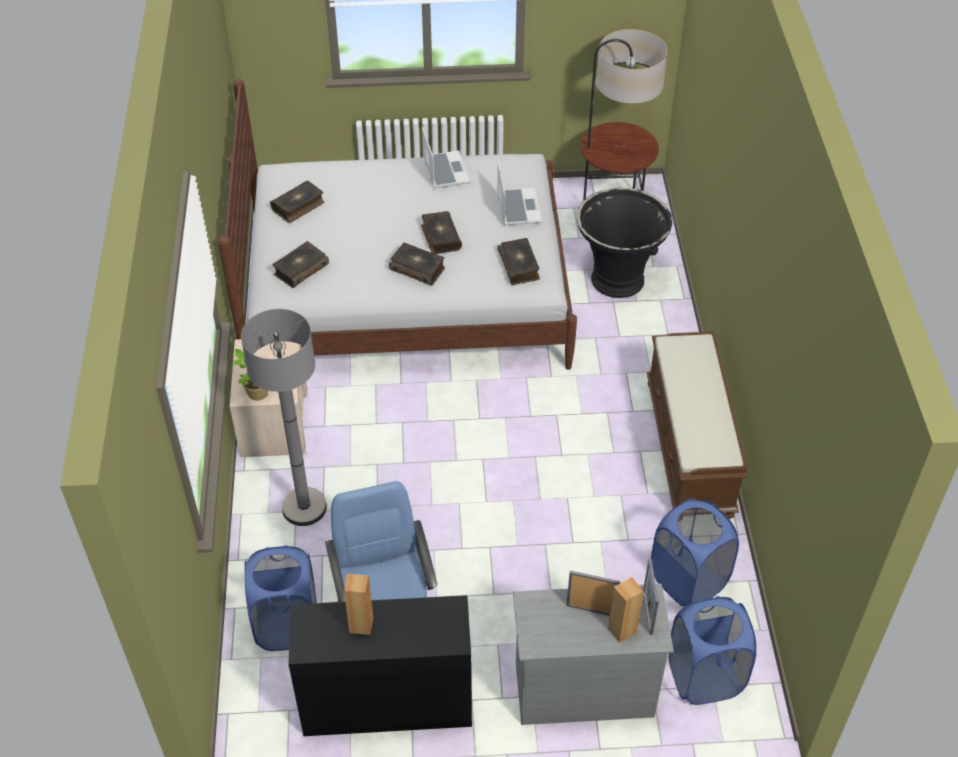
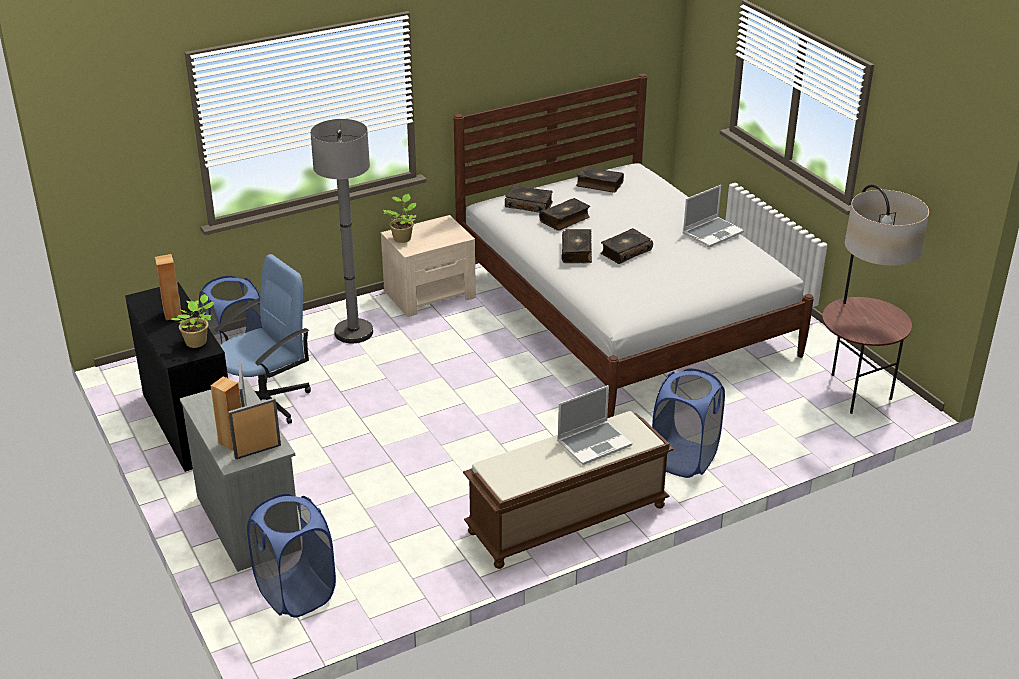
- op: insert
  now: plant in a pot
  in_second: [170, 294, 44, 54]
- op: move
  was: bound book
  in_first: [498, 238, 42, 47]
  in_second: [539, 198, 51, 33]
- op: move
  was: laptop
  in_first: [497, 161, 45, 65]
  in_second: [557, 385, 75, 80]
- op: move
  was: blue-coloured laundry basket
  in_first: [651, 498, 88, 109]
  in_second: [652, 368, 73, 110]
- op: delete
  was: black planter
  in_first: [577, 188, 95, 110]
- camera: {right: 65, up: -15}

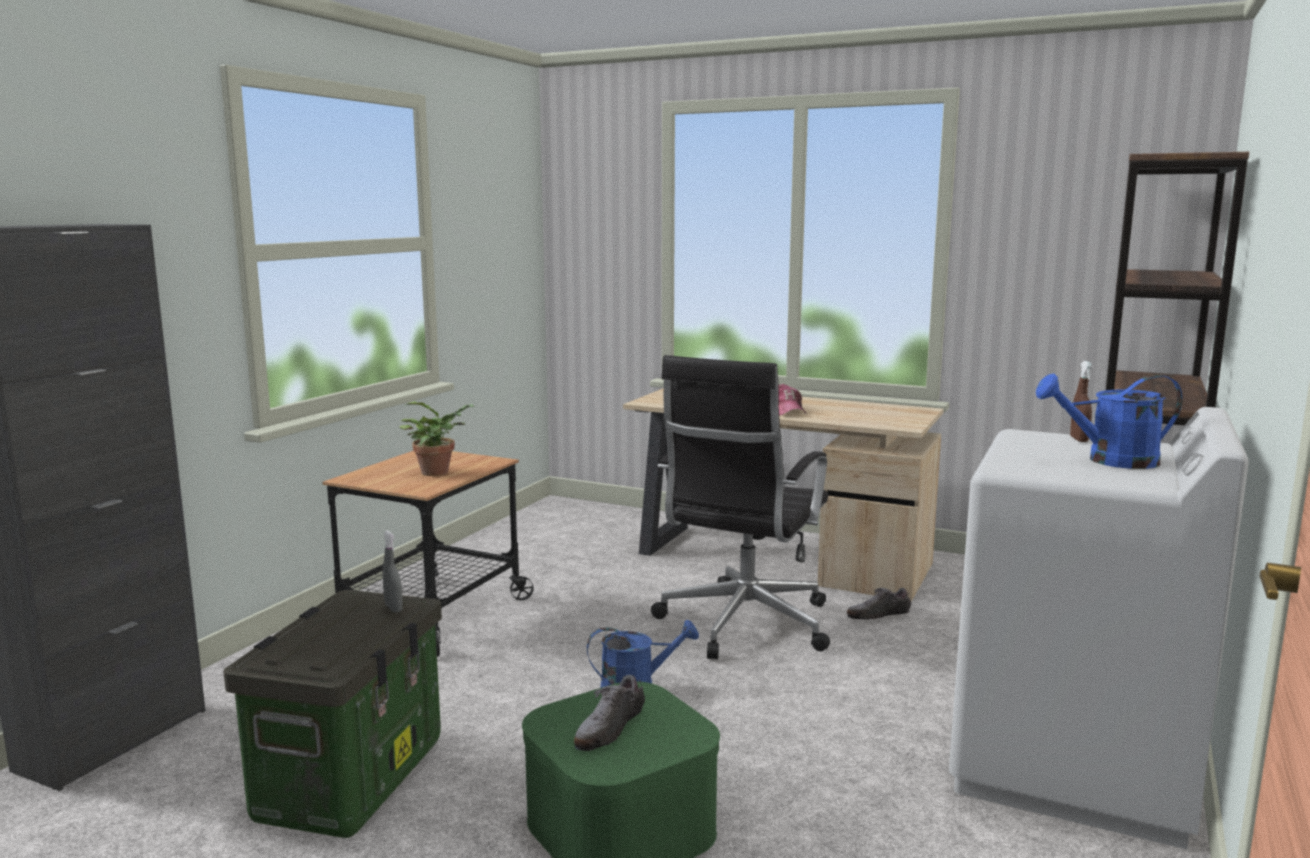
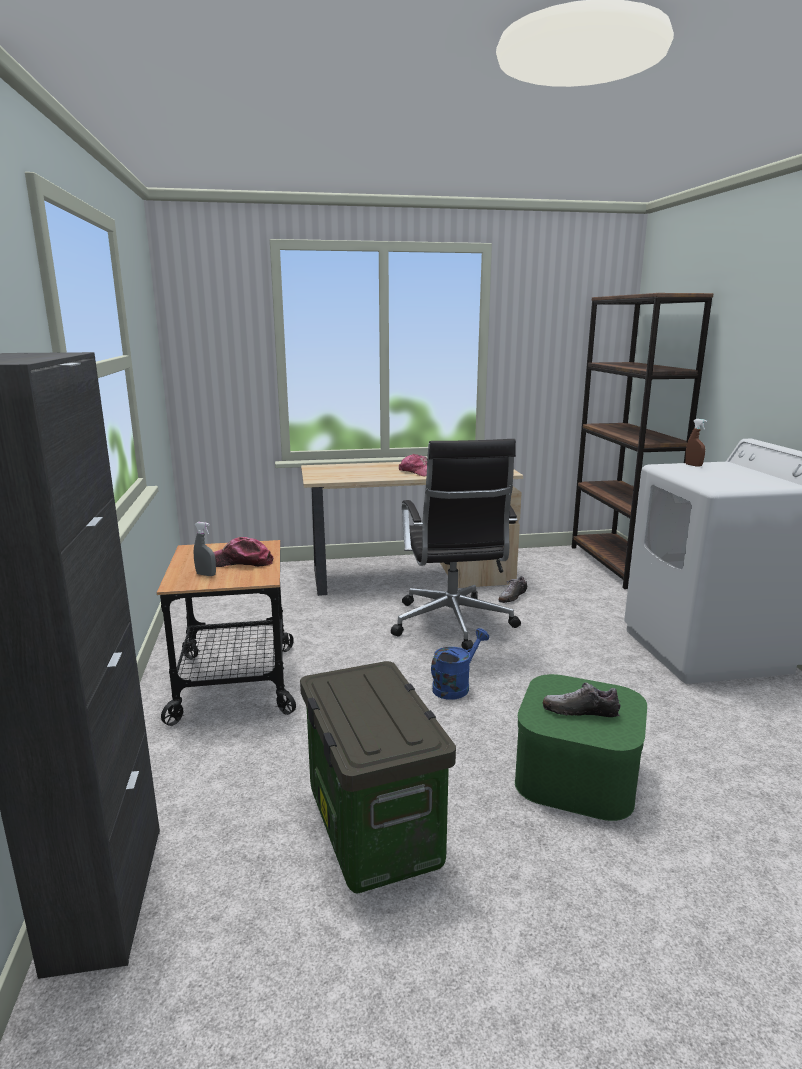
- op: move
  was: grey hand sprayer
  in_first: [383, 530, 20, 82]
  in_second: [194, 522, 22, 54]
- op: replace
  was: plant in a pot
  now: baseball cap
  in_first: [399, 401, 76, 75]
  in_second: [214, 537, 59, 30]
- op: rotate
  was: low shoe
  in_first: [574, 675, 71, 76]
  in_second: [543, 682, 77, 35]
  clockwise: 105
- op: delete
  was: blue-coloured watering pot
  in_first: [1036, 374, 146, 95]
- camera: {right: -35, up: 5}

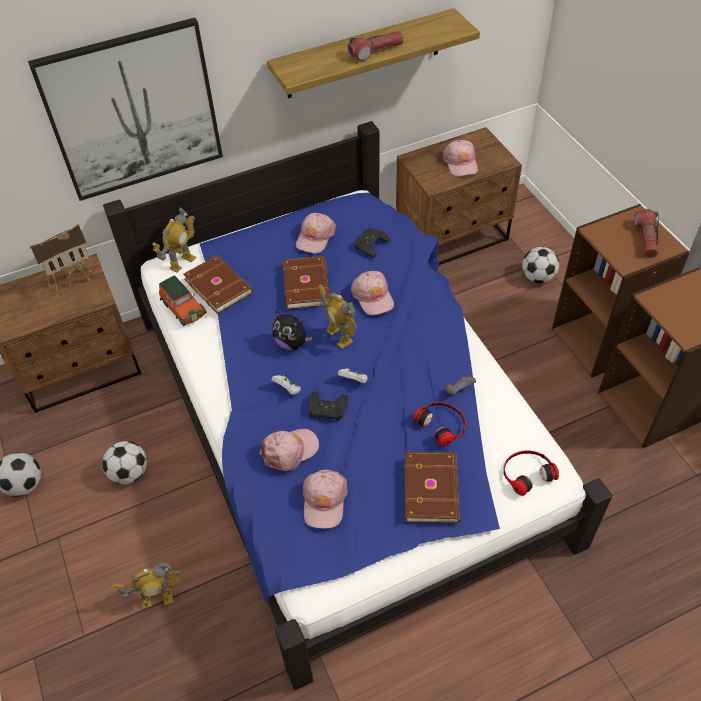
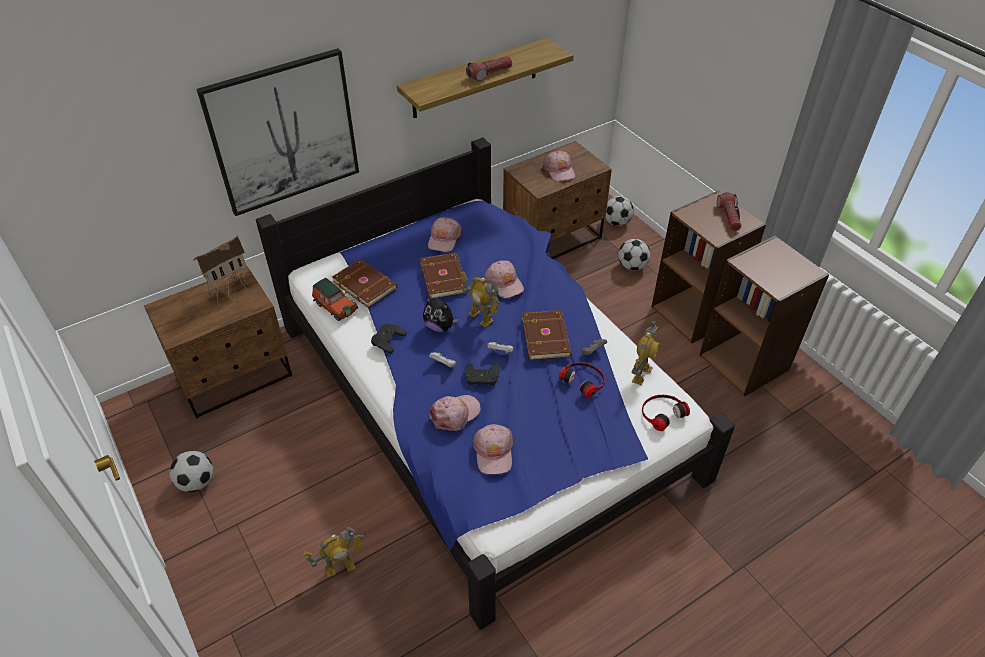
- op: move
  was: black gamepad
  in_first: [354, 228, 36, 30]
  in_second: [371, 323, 36, 31]
- op: move
  was: brown-coloured bound book
  in_first: [404, 452, 56, 71]
  in_second: [522, 310, 50, 50]
- op: move
  was: football
  in_first: [102, 441, 45, 43]
  in_second: [605, 196, 28, 30]
- op: move
  was: model robot
  in_first: [152, 207, 44, 65]
  in_second: [632, 320, 28, 66]
- camera: {right: -10, up: -5}

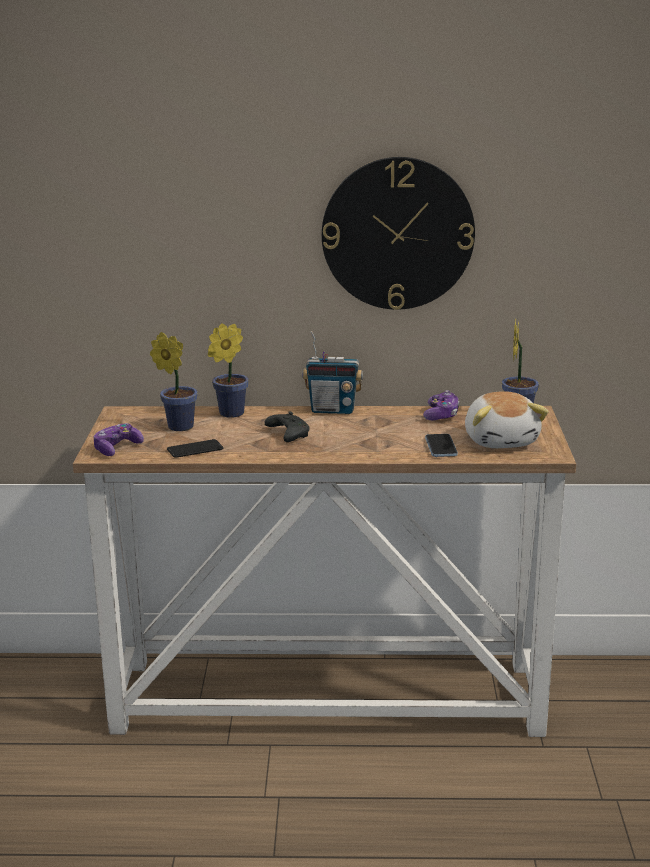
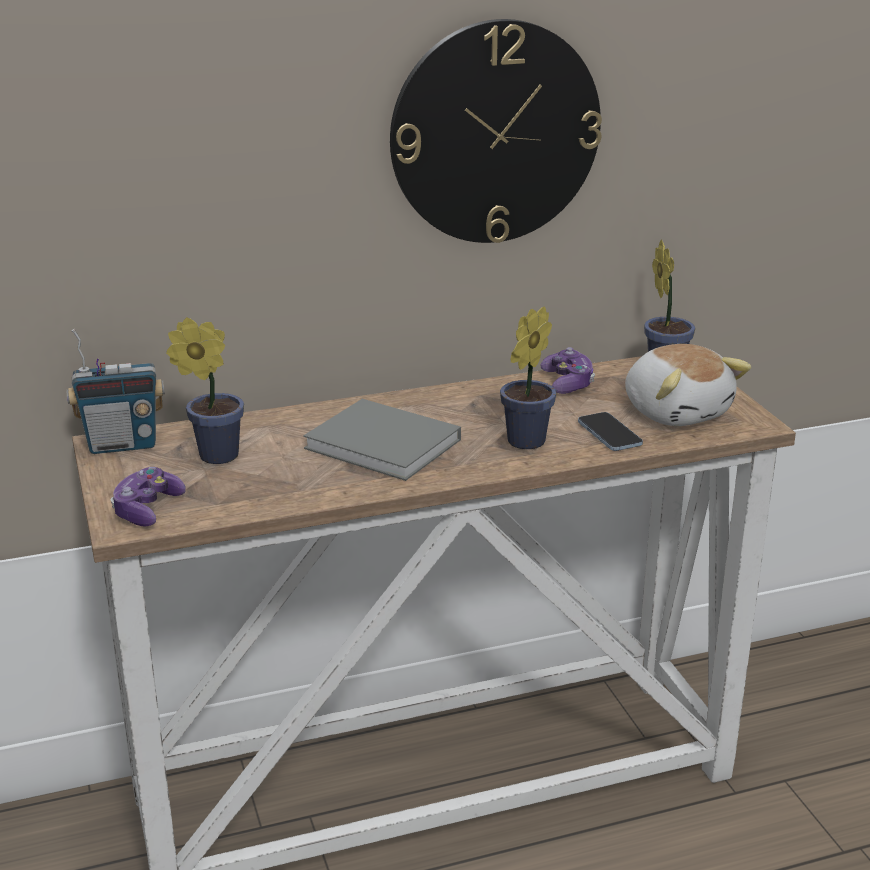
- op: move
  was: radio
  in_first: [302, 331, 61, 83]
  in_second: [66, 329, 99, 125]
- op: replace
  was: black gamepad
  now: grey bound book
  in_first: [264, 411, 46, 31]
  in_second: [303, 399, 158, 82]
- op: move
  was: plant in a pot
  in_first: [208, 323, 41, 95]
  in_second: [500, 306, 56, 143]
- op: delete
  was: phone
  in_first: [167, 439, 56, 19]
- camera: {right: -20, up: 5}

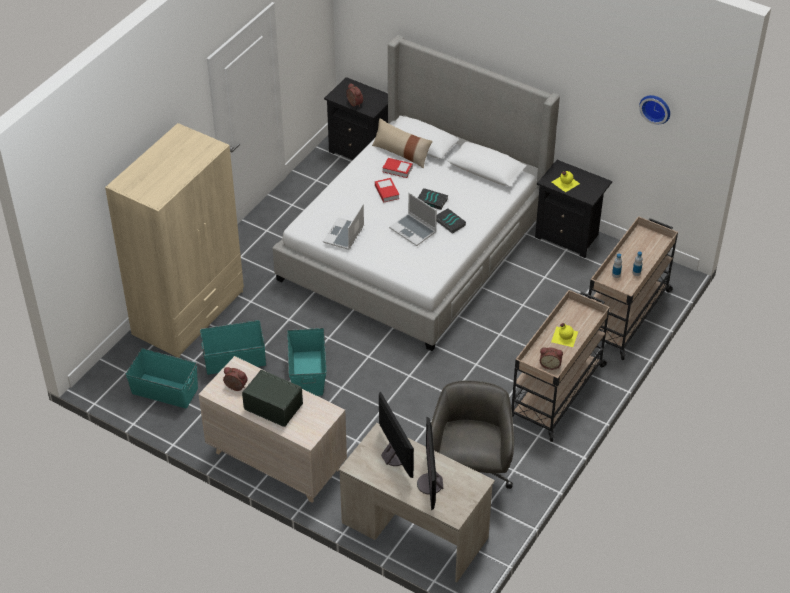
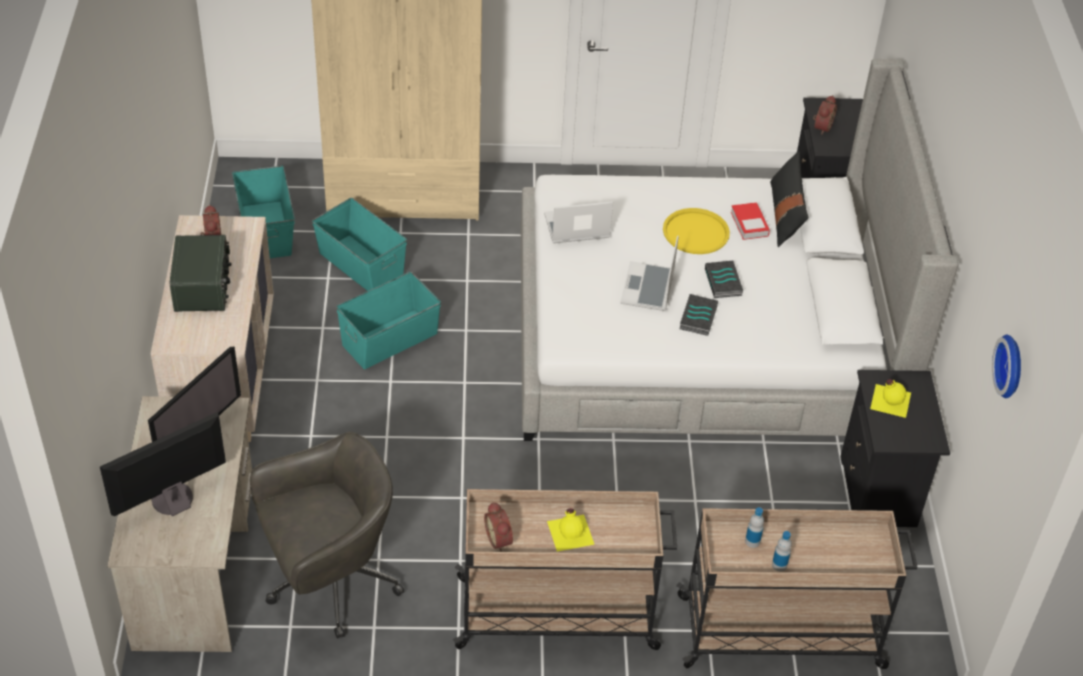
- op: replace
  was: bound book
  now: yellow serving tray
  in_first: [375, 178, 24, 24]
  in_second: [663, 208, 67, 46]
- op: recolor
  was: beige-coloured throw pillow
  now: black throw pillow
  in_first: [372, 118, 61, 50]
  in_second: [770, 151, 38, 97]
- camera: {right: 55, up: 0}

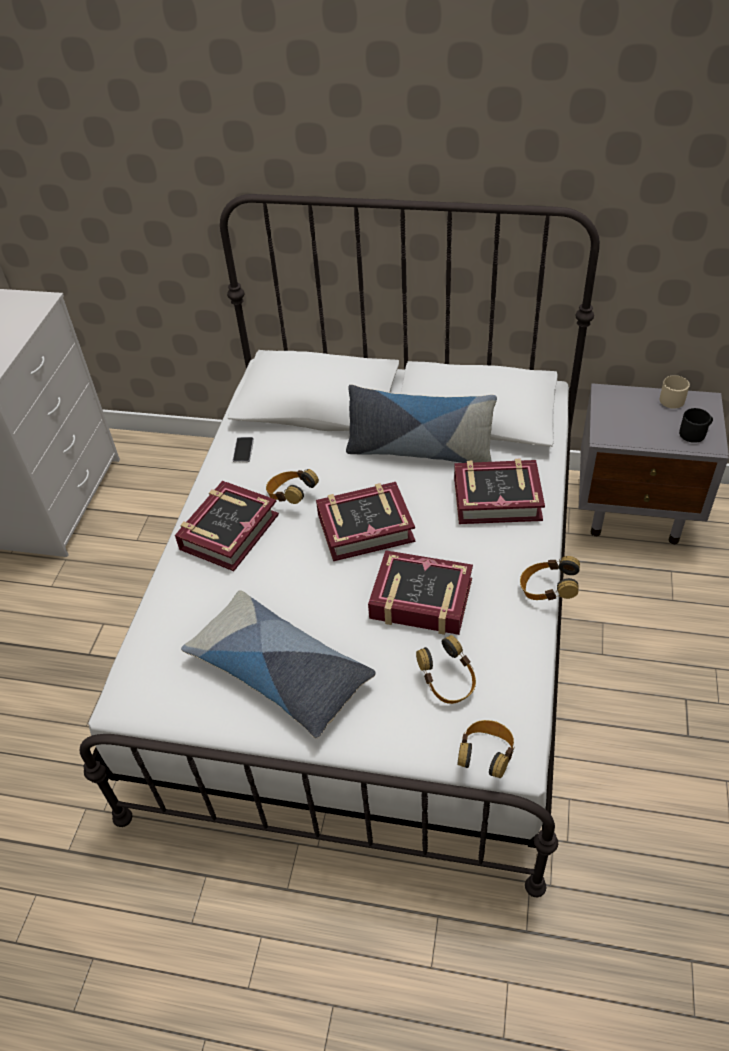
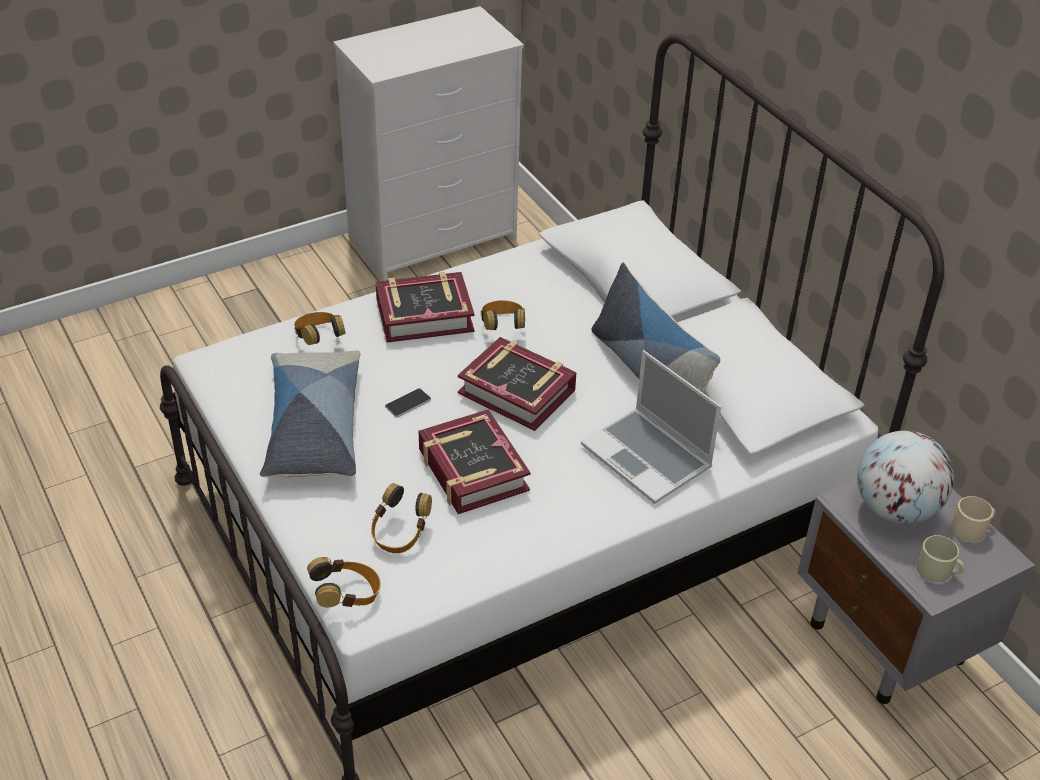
- op: move
  was: pair of headphones
  in_first: [520, 556, 60, 44]
  in_second: [294, 312, 51, 33]
- op: move
  was: phone
  in_first: [233, 437, 21, 25]
  in_second: [385, 388, 46, 29]
- op: replace
  was: bound book
  now: laptop
  in_first: [454, 459, 91, 65]
  in_second: [581, 350, 140, 154]
- op: insert
  now: desk globe
  in_second: [857, 431, 97, 93]
- op: recolor
  was: black tea mug
  now: beige-coloured tea mug
  in_first: [679, 408, 34, 35]
  in_second: [917, 535, 48, 47]
- camera: {right: 45, up: -5}

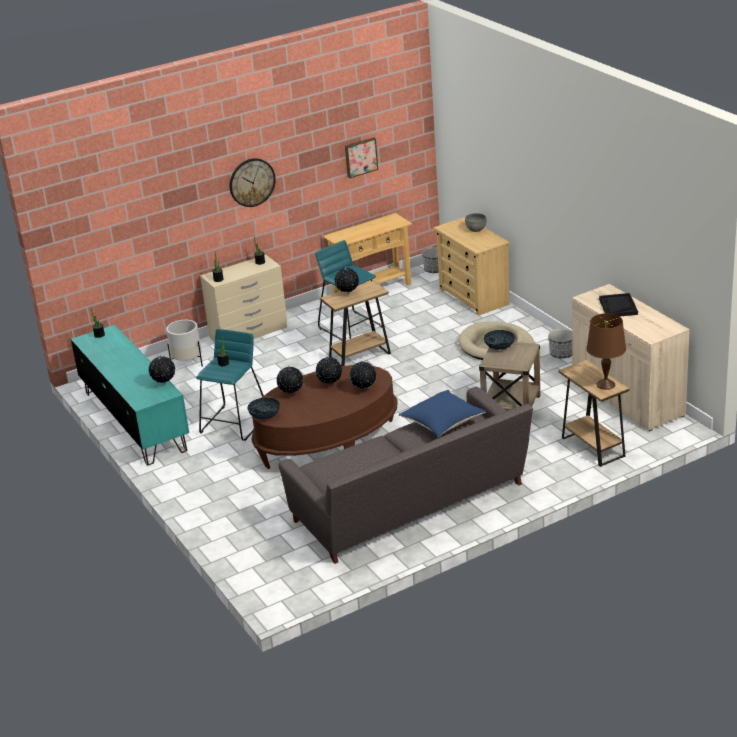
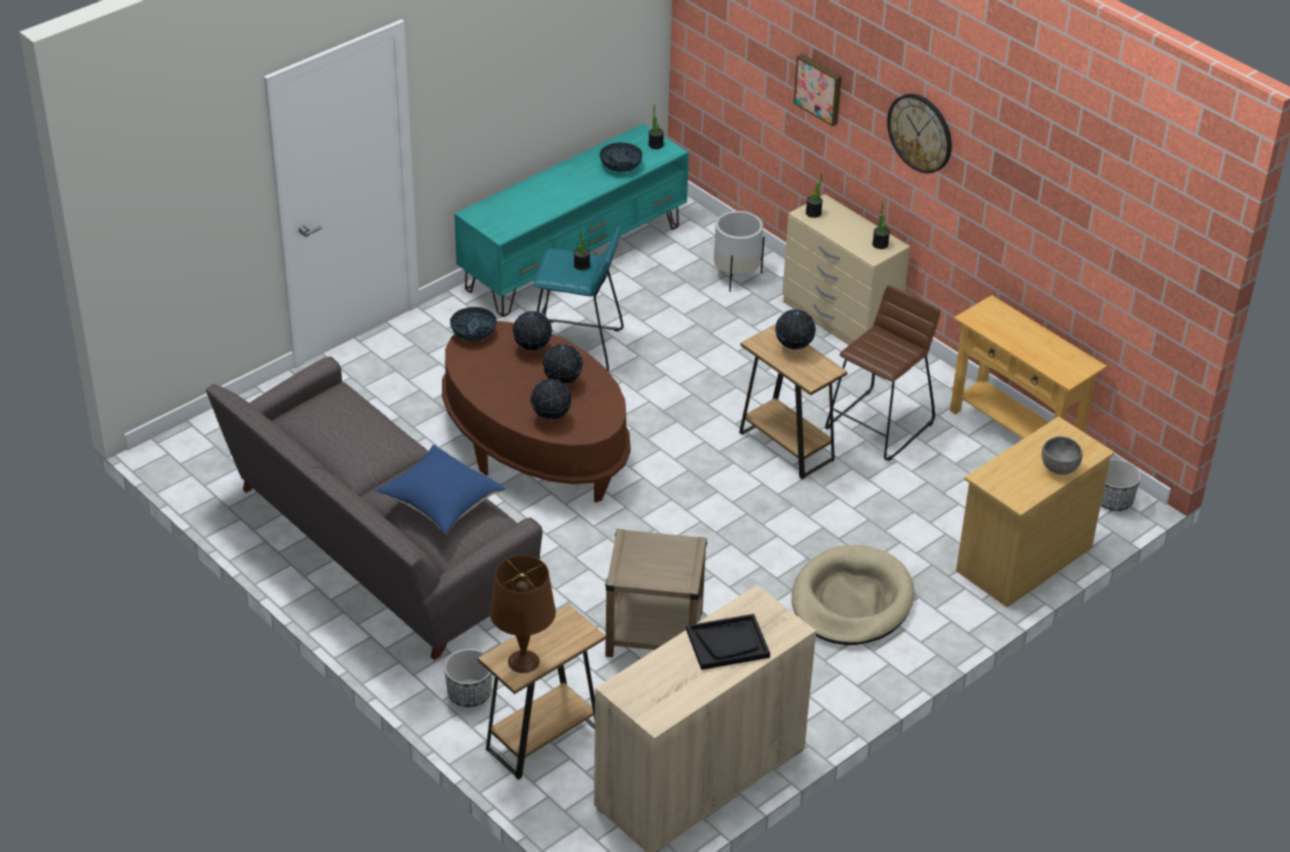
- op: move
  was: planter
  in_first: [548, 329, 24, 30]
  in_second: [444, 649, 48, 58]
- op: move
  was: bowl
  in_first: [484, 330, 31, 20]
  in_second: [600, 143, 42, 29]
- op: move
  was: picture
  in_first: [345, 137, 33, 41]
  in_second: [793, 54, 49, 73]
- op: recolor
  was: turquoise-coloured stool seat
  now: brown-coloured stool seat
  in_first: [315, 240, 67, 100]
  in_second: [825, 285, 115, 176]
- op: delete
  was: desk globe
  in_first: [149, 355, 26, 29]
- camera: {right: 75, up: 10}

